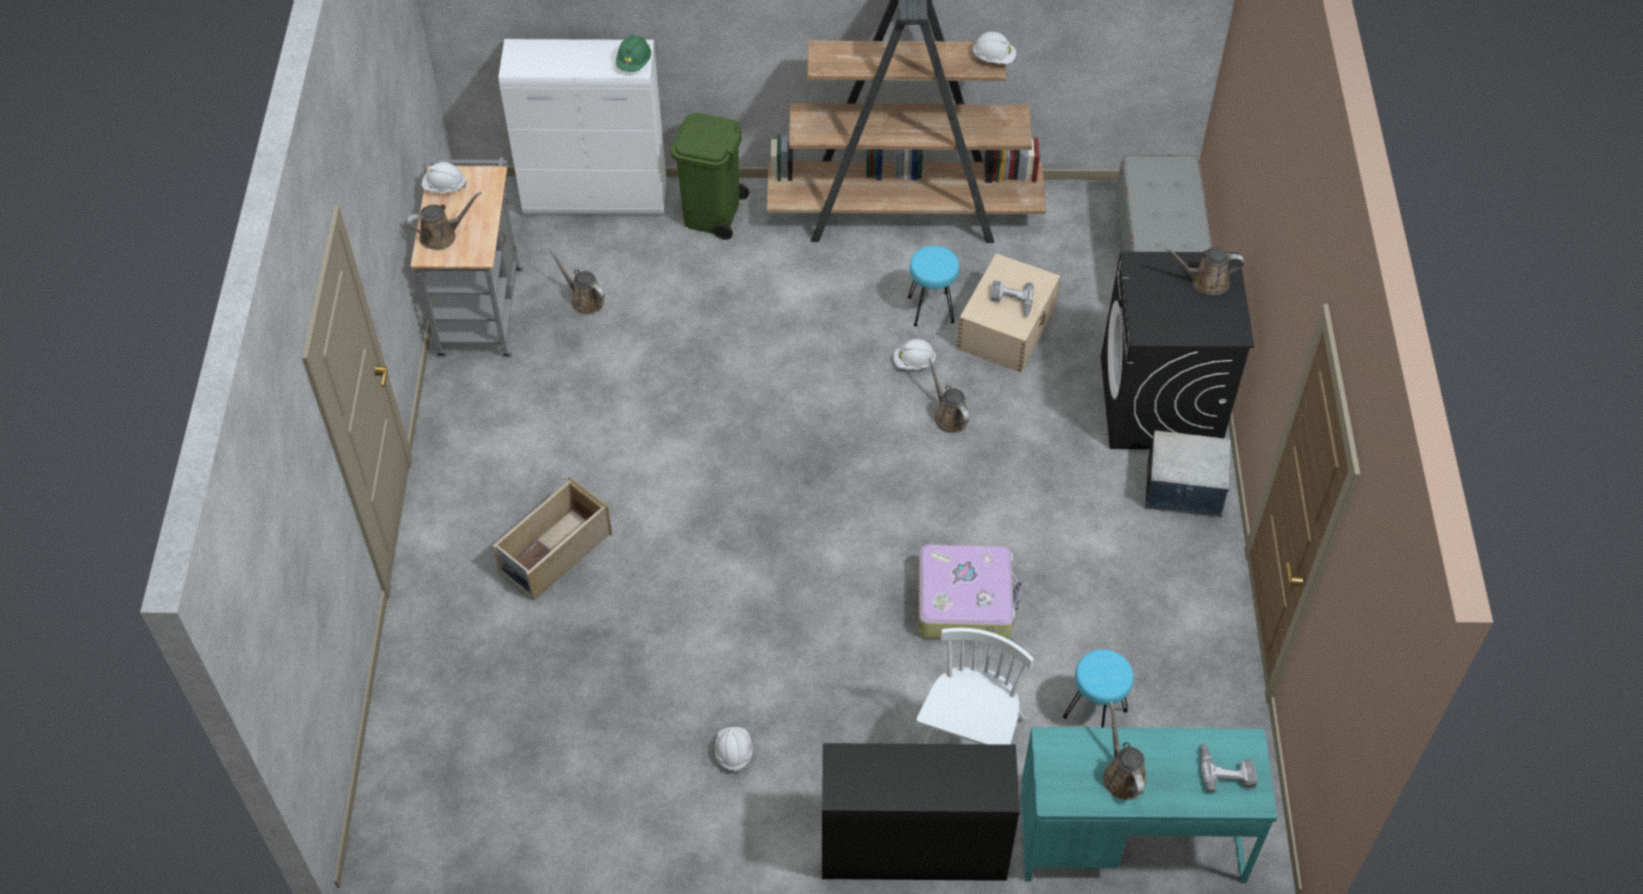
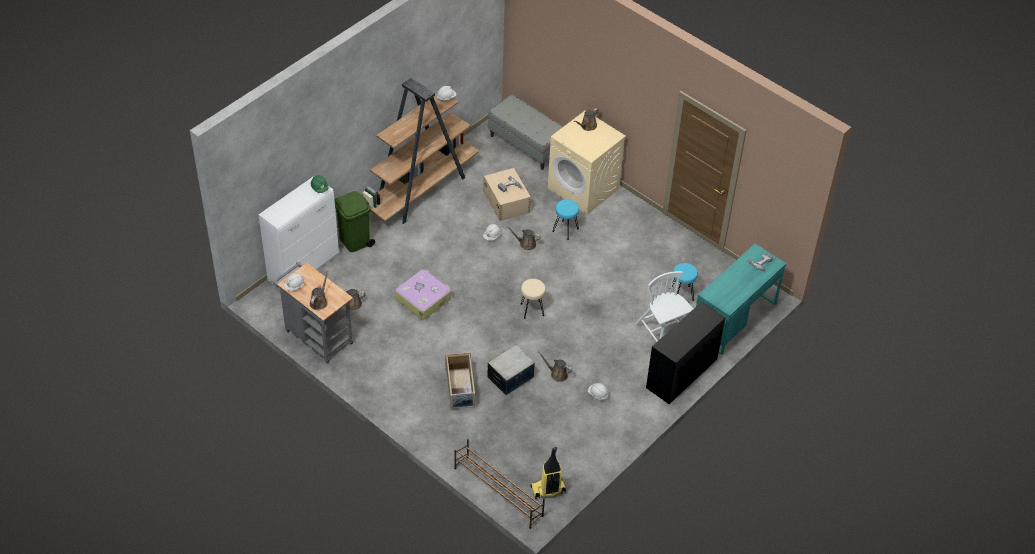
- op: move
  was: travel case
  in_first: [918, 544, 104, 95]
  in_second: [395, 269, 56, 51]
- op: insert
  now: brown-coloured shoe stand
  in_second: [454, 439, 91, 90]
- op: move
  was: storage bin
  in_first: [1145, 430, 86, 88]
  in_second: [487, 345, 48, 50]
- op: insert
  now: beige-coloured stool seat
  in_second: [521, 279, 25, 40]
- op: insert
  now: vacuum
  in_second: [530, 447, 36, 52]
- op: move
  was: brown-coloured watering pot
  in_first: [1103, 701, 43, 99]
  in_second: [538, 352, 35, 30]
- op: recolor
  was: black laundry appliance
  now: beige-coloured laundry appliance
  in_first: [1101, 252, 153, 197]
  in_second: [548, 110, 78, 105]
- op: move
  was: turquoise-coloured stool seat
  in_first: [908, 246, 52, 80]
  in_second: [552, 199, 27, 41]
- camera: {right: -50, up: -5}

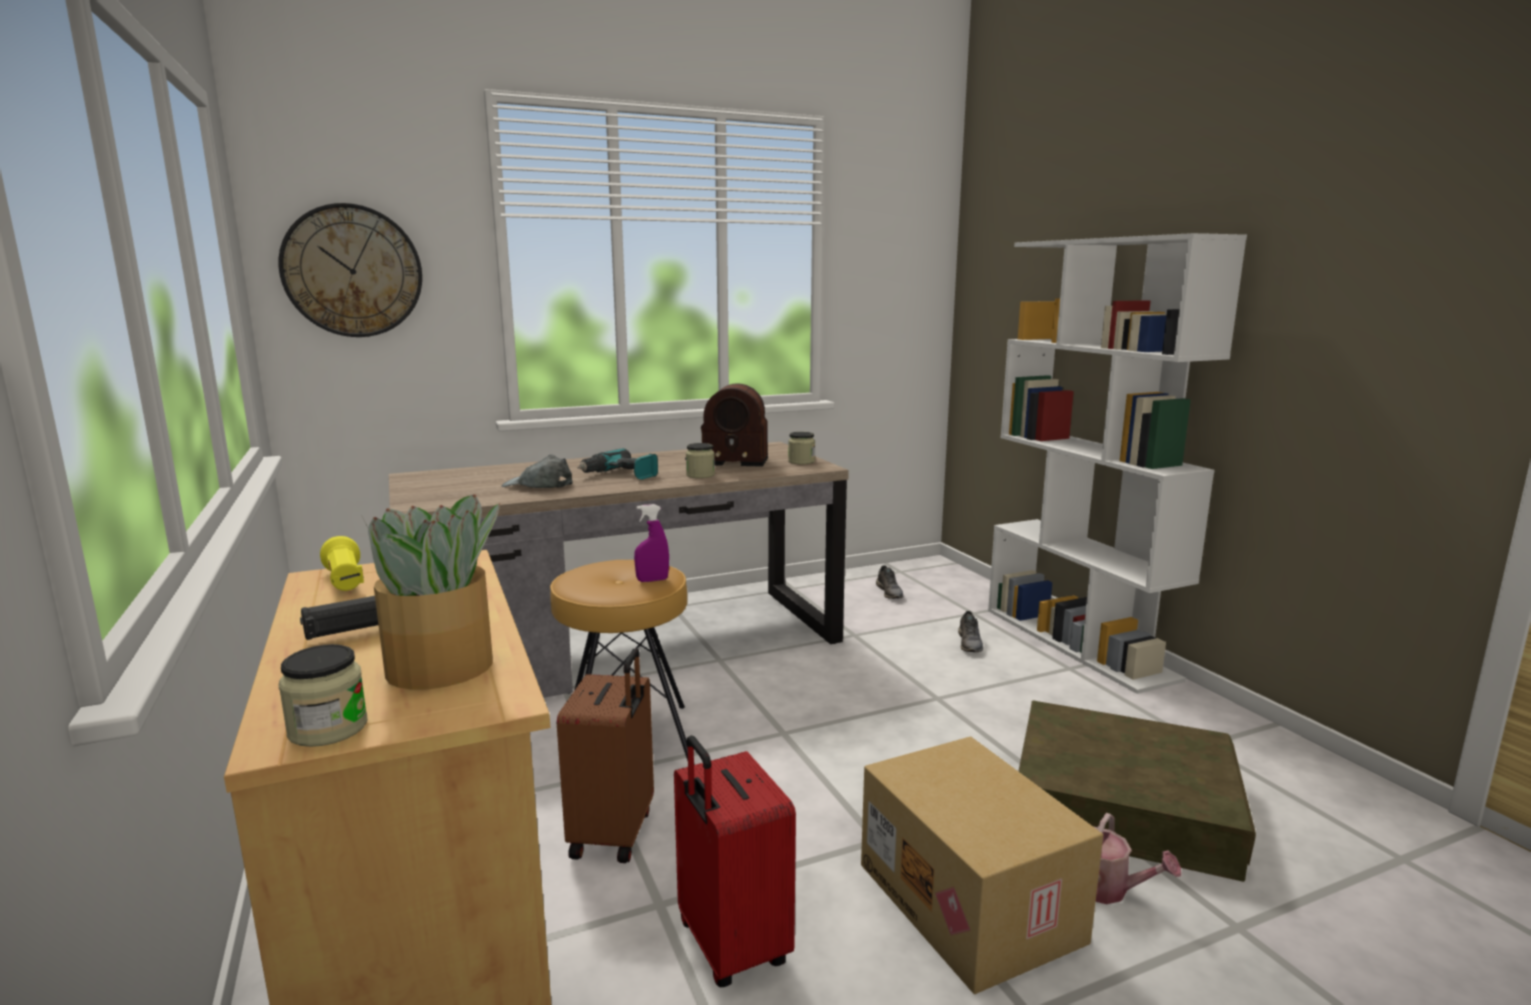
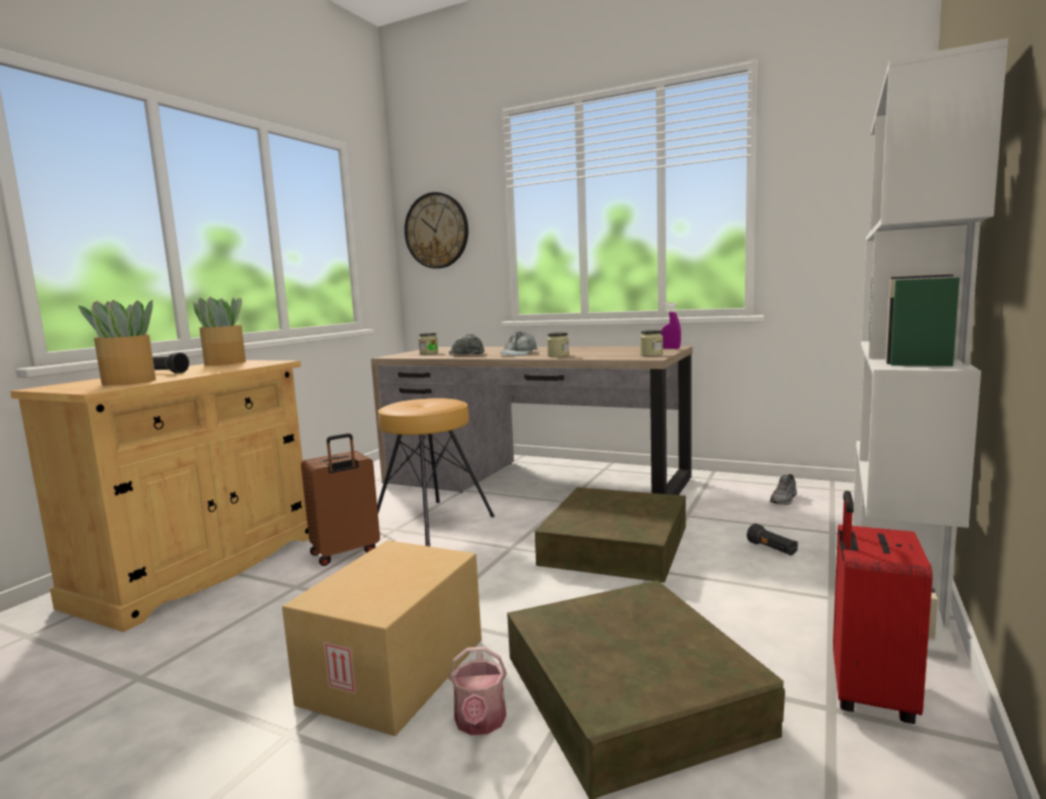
- op: replace
  was: yellow hand torch
  now: plant in a pot
  in_first: [320, 536, 44, 55]
  in_second: [194, 297, 52, 69]
- op: move
  was: preserve jar
  in_first: [279, 644, 89, 103]
  in_second: [419, 333, 19, 21]
- op: replace
  was: drill
  now: grey baseball cap
  in_first: [577, 448, 81, 32]
  in_second: [500, 331, 37, 25]
- op: insert
  now: brown-coloured storage bin
  in_second: [535, 487, 151, 96]
- op: move
  was: purple-coloured hand sprayer
  in_first: [634, 504, 35, 78]
  in_second: [661, 303, 20, 46]
- op: replace
  was: grey low shoe
  now: black hand torch
  in_first: [958, 611, 25, 41]
  in_second: [747, 523, 51, 33]
- op: move
  was: reddish travel case
  in_first: [674, 735, 122, 252]
  in_second: [833, 491, 100, 233]
- op: delete
  was: radio
  in_first: [685, 383, 83, 84]
- camera: {right: 50, up: -5}

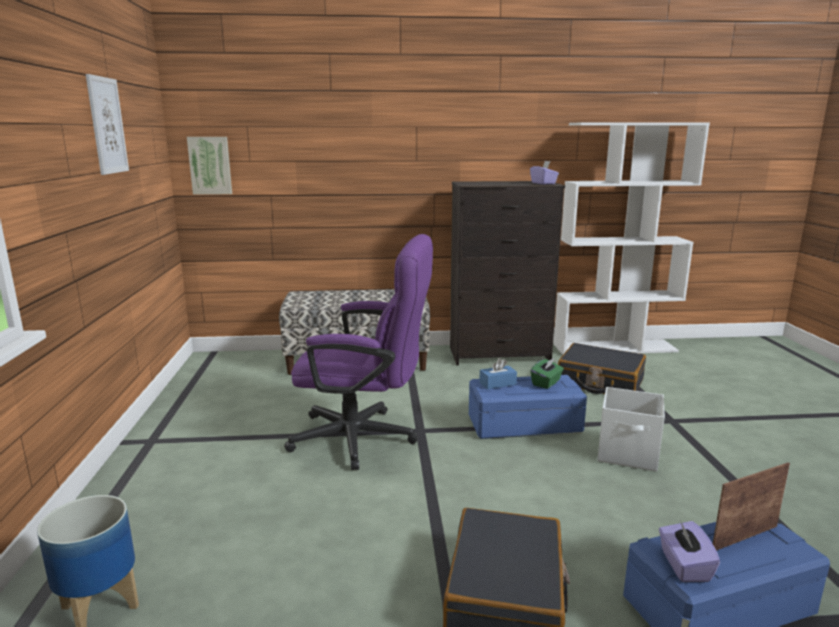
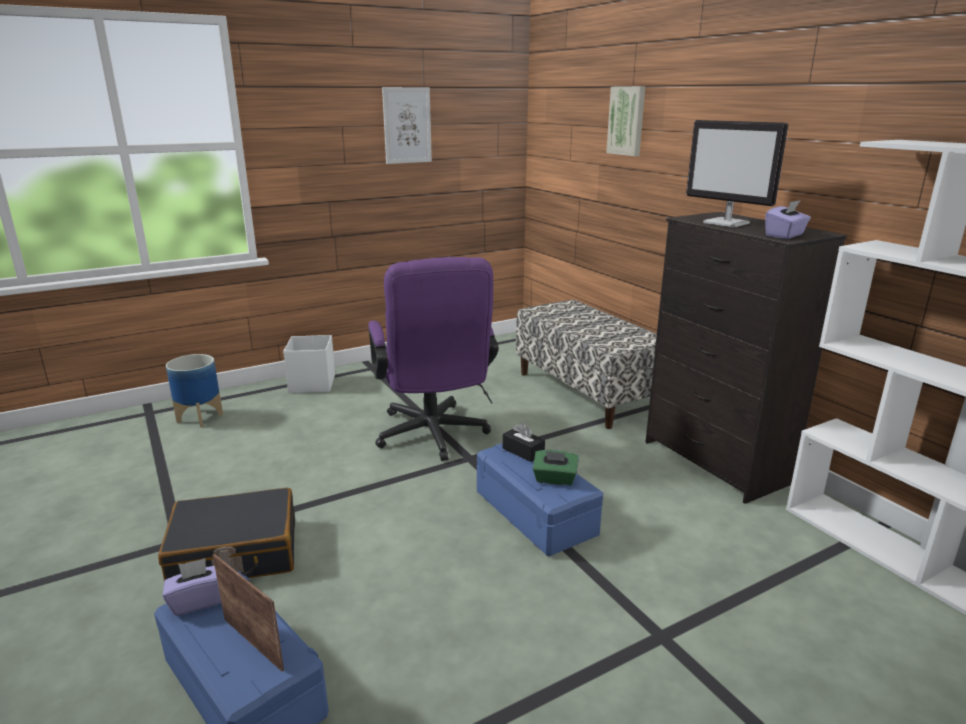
- op: move
  was: white-coloured storage bin
  in_first: [598, 387, 67, 85]
  in_second: [283, 335, 52, 58]
- op: recolor
  was: blue-coloured tissue box
  now: black tissue box
  in_first: [479, 358, 38, 31]
  in_second: [503, 422, 42, 40]
- op: move
  was: picture
  in_first: [187, 137, 45, 58]
  in_second: [606, 86, 39, 70]
- op: insert
  now: computer screen
  in_second: [686, 120, 102, 107]
- op: delete
  was: black travel case
  in_first: [558, 343, 88, 51]
- camera: {right: 65, up: 5}

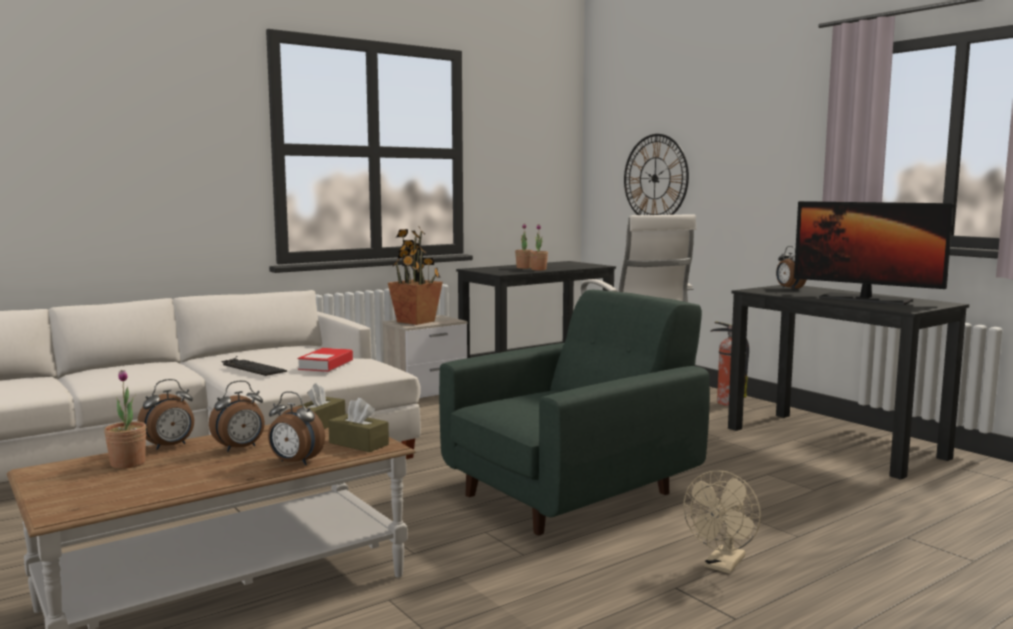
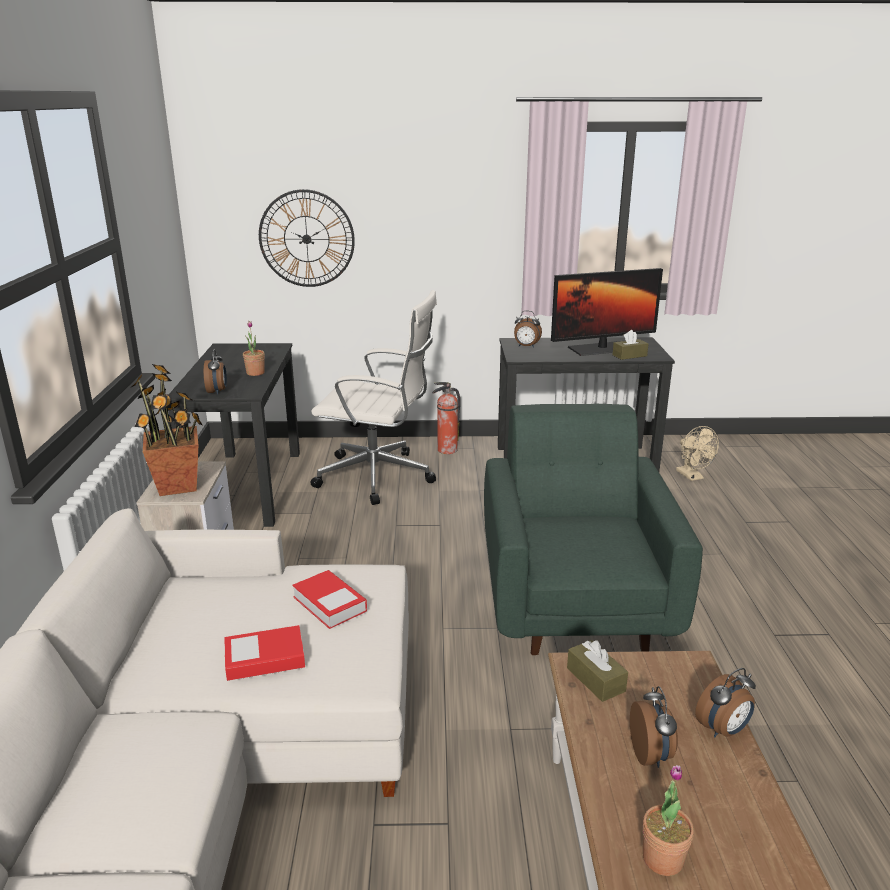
- op: move
  was: bedside clock
  in_first: [138, 379, 56, 71]
  in_second: [204, 349, 23, 46]
- op: replace
  was: computer keyboard
  now: bound book
  in_first: [221, 356, 66, 20]
  in_second: [224, 625, 81, 56]
- op: move
  was: brown-coloured tissue box
  in_first: [328, 398, 61, 54]
  in_second: [613, 330, 36, 30]
- op: move
  was: beige-coloured cooling fan
  in_first: [683, 470, 78, 104]
  in_second: [676, 426, 43, 55]
- op: delete
  was: plant in a pot
  in_first: [515, 223, 18, 46]
- camera: {right: -55, up: 15}

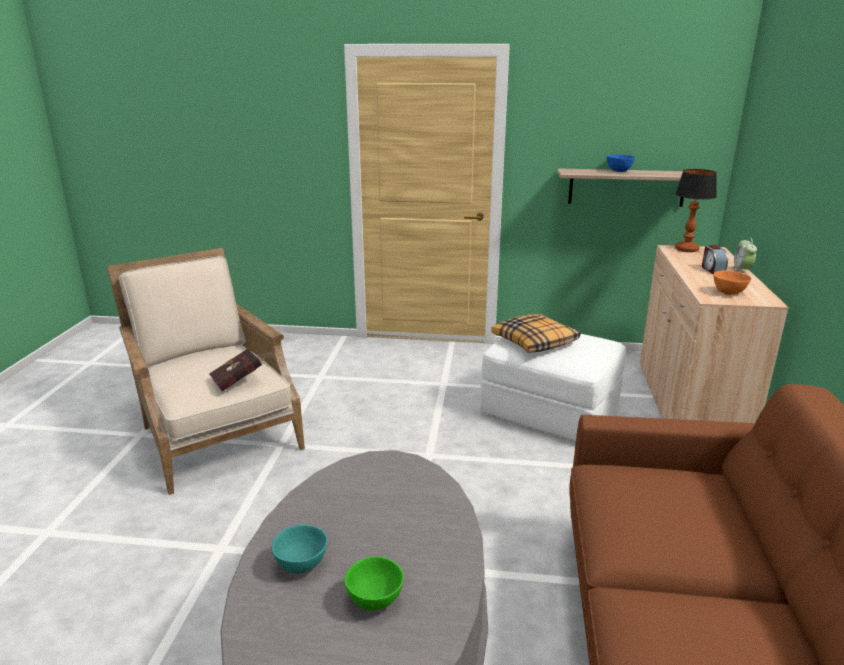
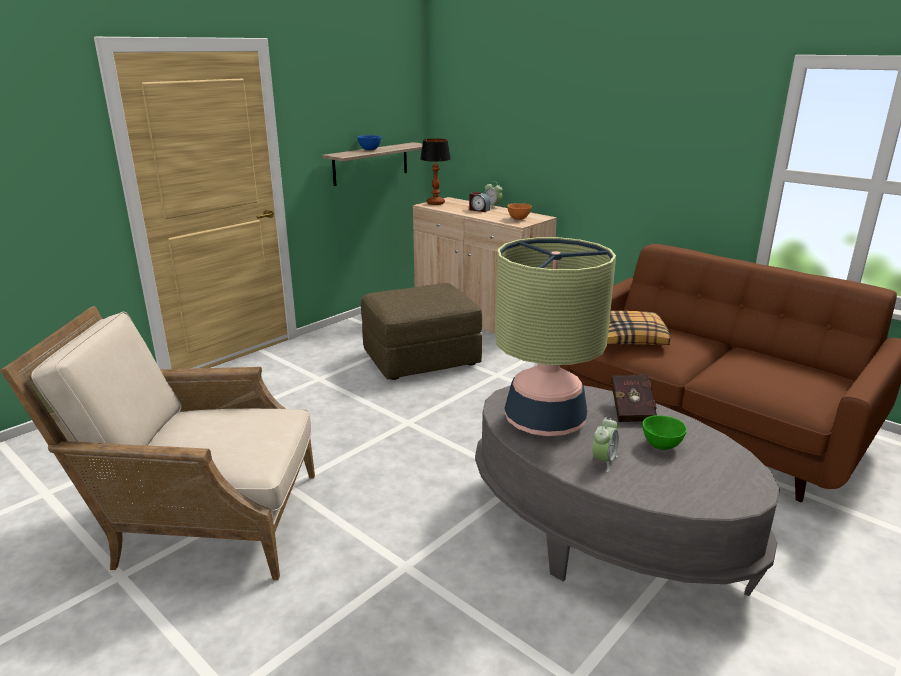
- op: recolor
  was: white-coloured ottoman
  now: brown-coloured ottoman
  in_first: [480, 334, 146, 107]
  in_second: [361, 283, 121, 97]
- op: insert
  now: lamp for a table
  in_second: [495, 237, 121, 199]
- op: replace
  was: turquoise-coloured bowl
  now: bedside clock
  in_first: [272, 525, 56, 49]
  in_second: [592, 417, 27, 55]
- op: move
  was: throw pillow
  in_first: [491, 314, 89, 39]
  in_second: [607, 311, 63, 34]
- op: move
  was: reddish bound book
  in_first: [209, 349, 57, 42]
  in_second: [611, 375, 46, 47]
- camera: {right: -55, up: 0}

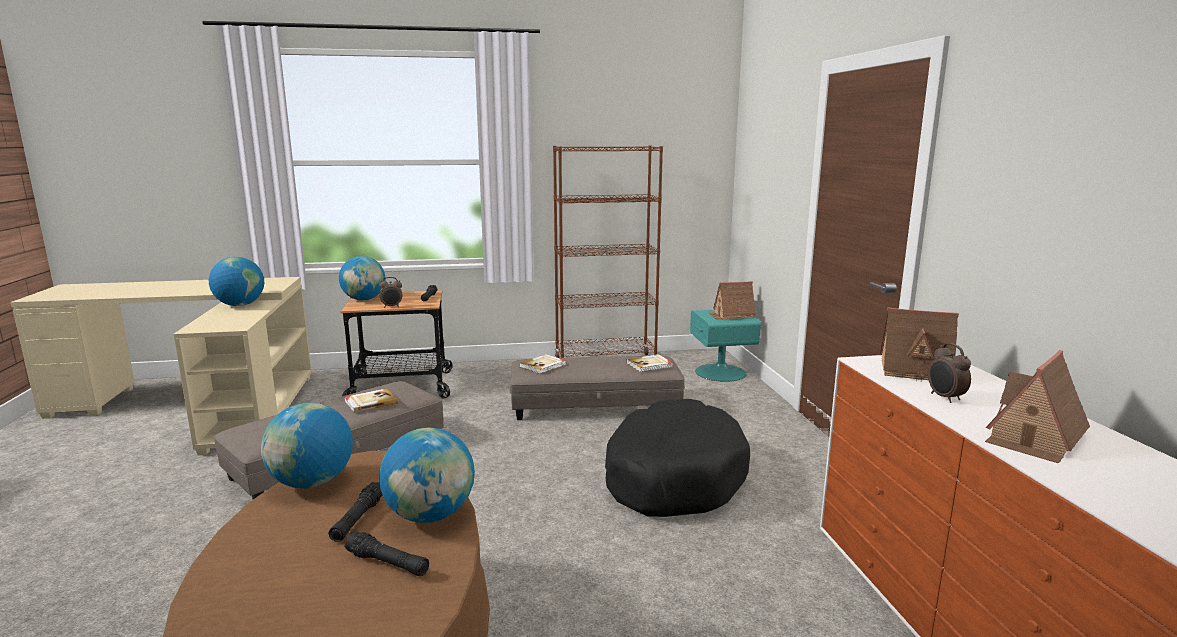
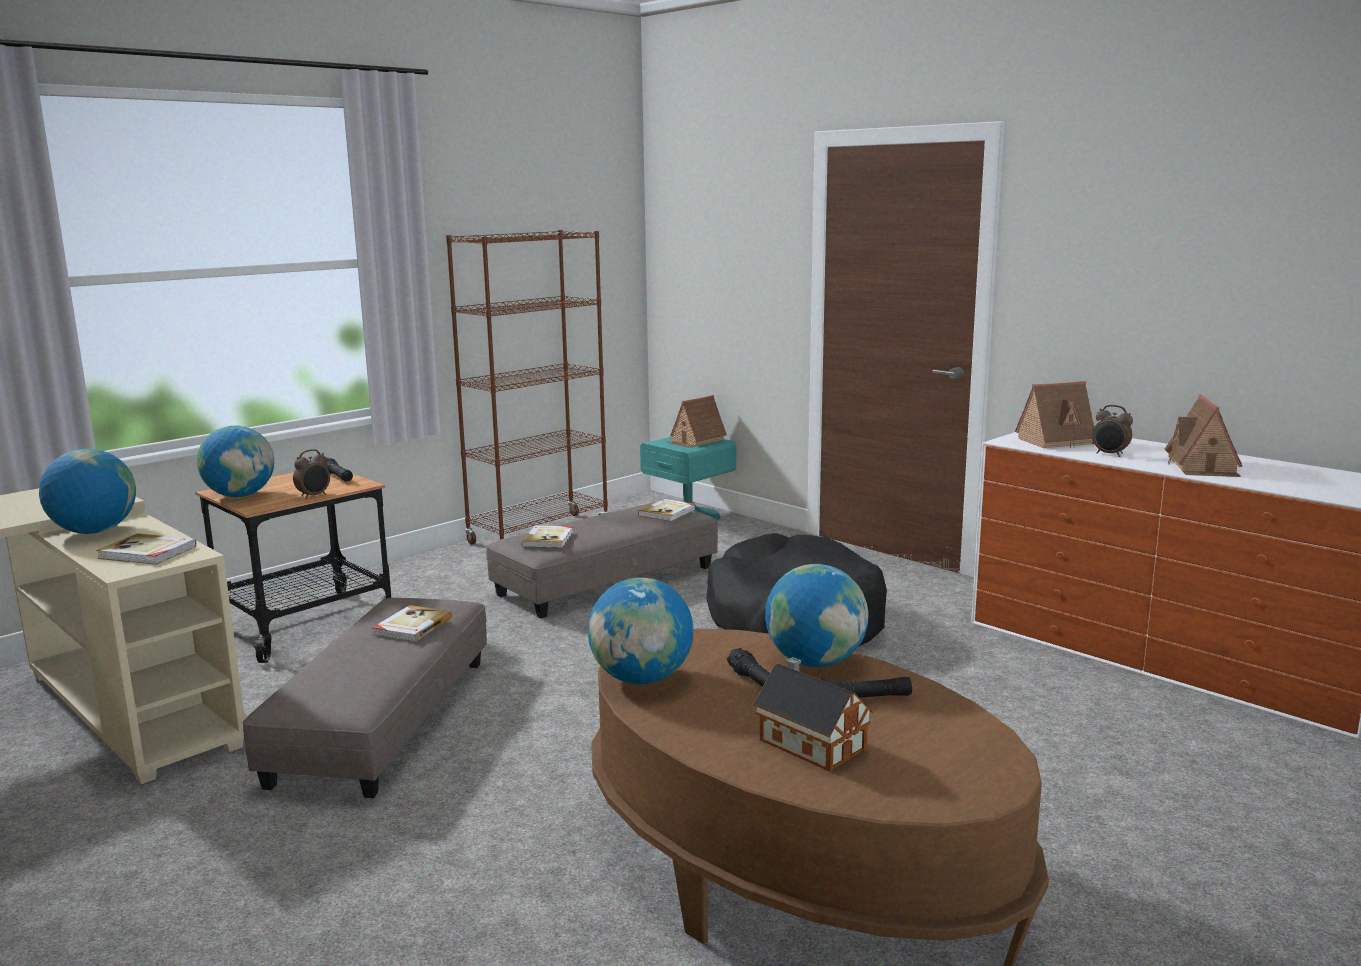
- op: insert
  now: bound book
  in_second: [96, 533, 101, 32]
- op: insert
  now: model house
  in_second: [753, 657, 120, 115]
- camera: {right: -35, up: 0}

